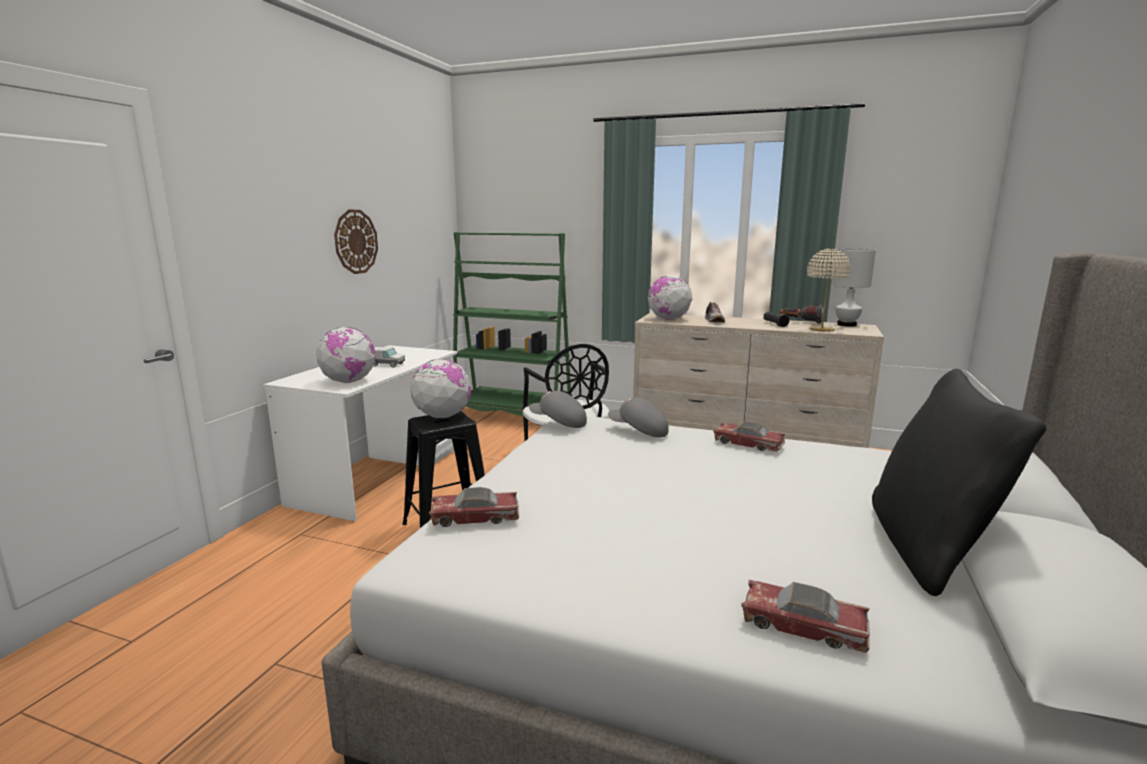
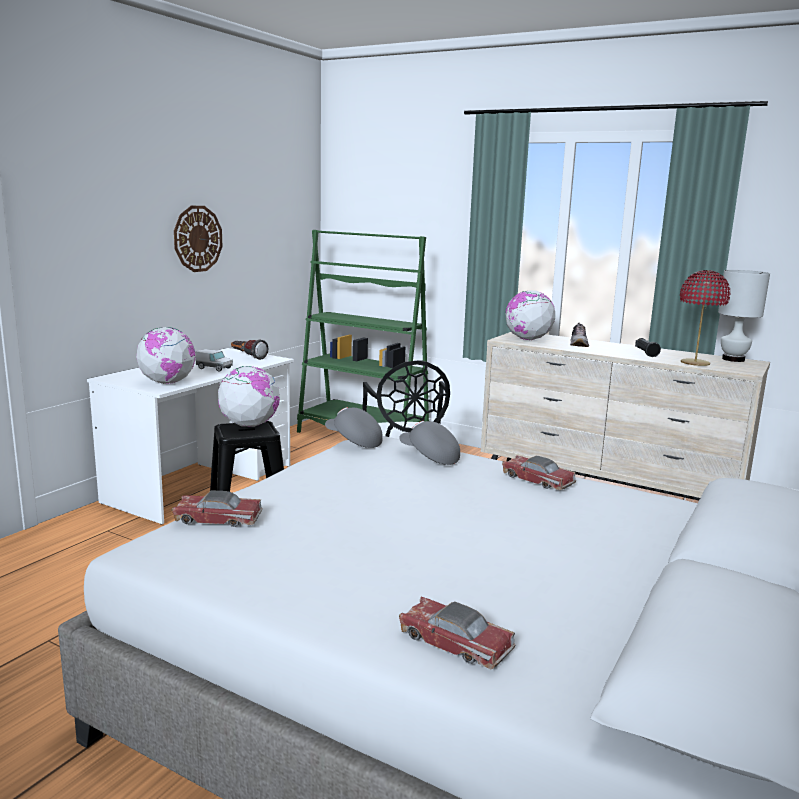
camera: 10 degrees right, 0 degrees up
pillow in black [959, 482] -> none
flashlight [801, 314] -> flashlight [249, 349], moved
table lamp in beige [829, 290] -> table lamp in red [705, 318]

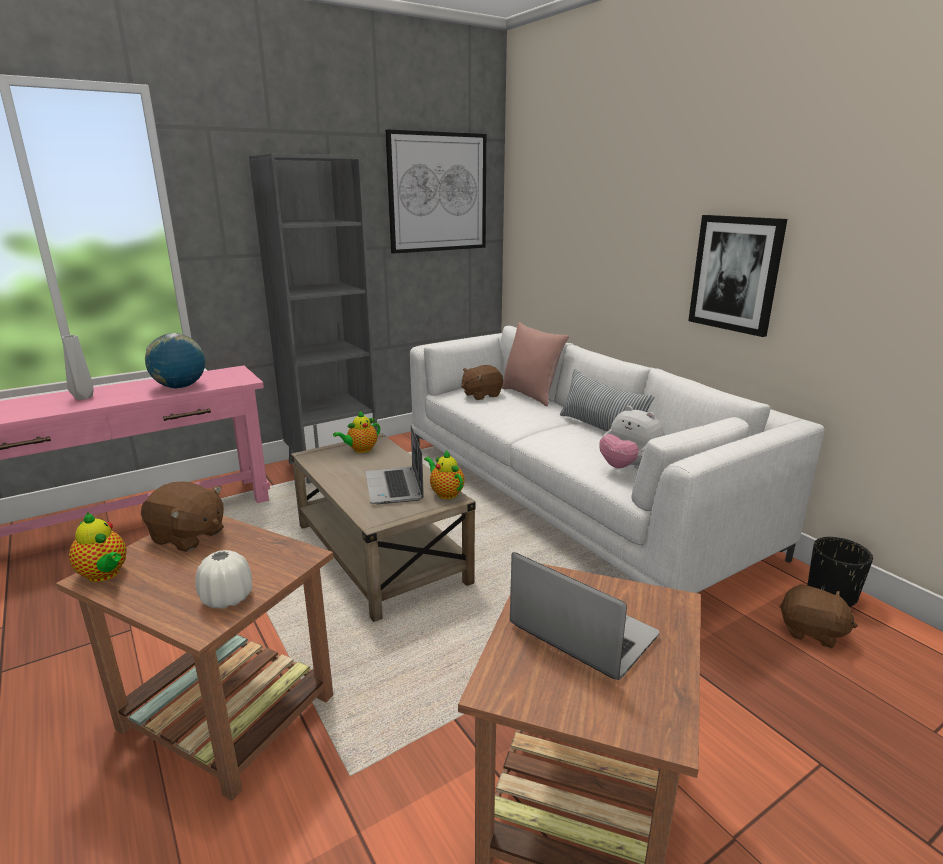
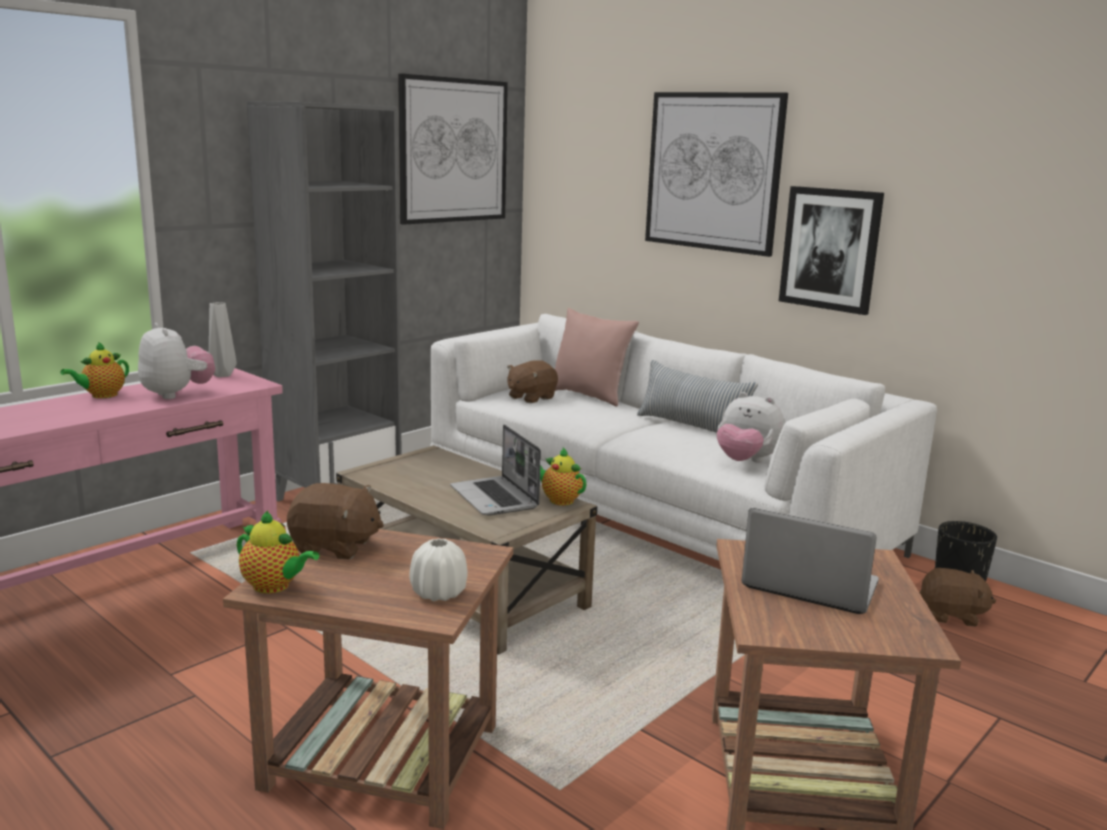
camera: 15 degrees left, 5 degrees down
none -> picture [716, 174]
vase in grey [78, 367] -> vase in grey [223, 339], moved
teapot [356, 432] -> teapot [94, 370], moved
globe [175, 360] -> plush toy [177, 361]

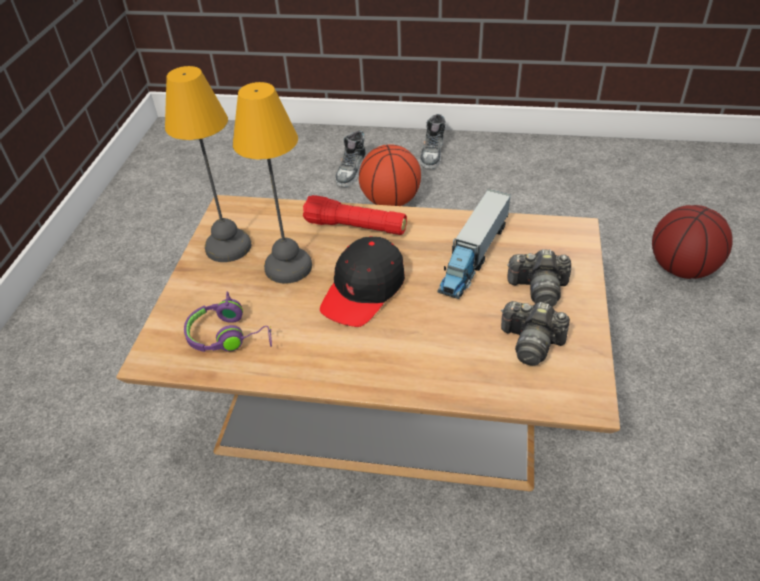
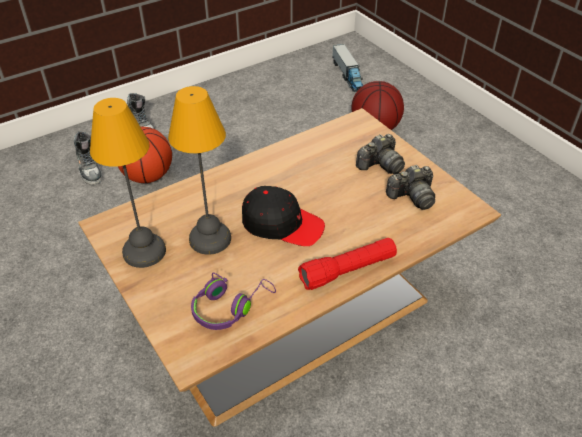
camera: 45 degrees left, 0 degrees up
flashlight in red [355, 215] -> flashlight in red [347, 264], moved
toy truck [474, 244] -> toy truck [347, 68], moved
cap in black [362, 281] -> cap in black [283, 216], 60 degrees counterclockwise

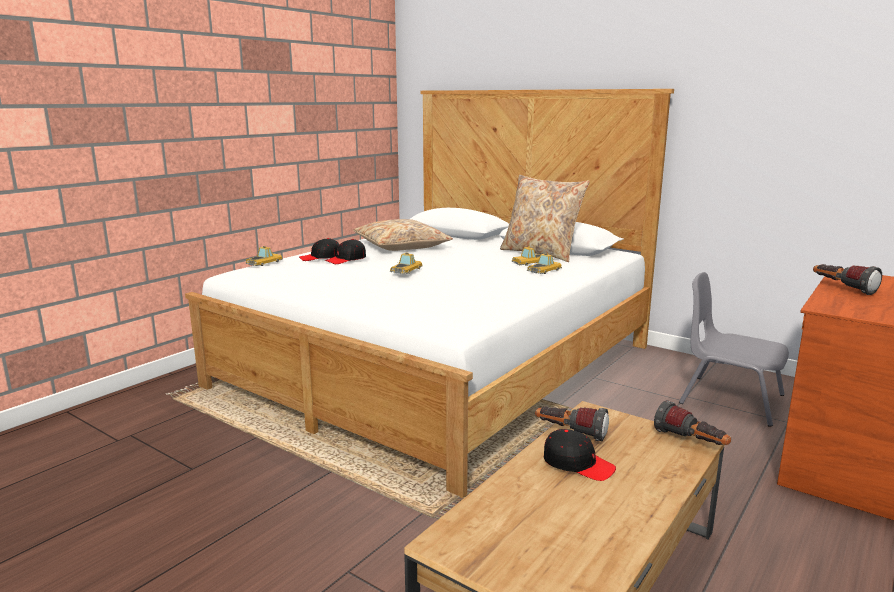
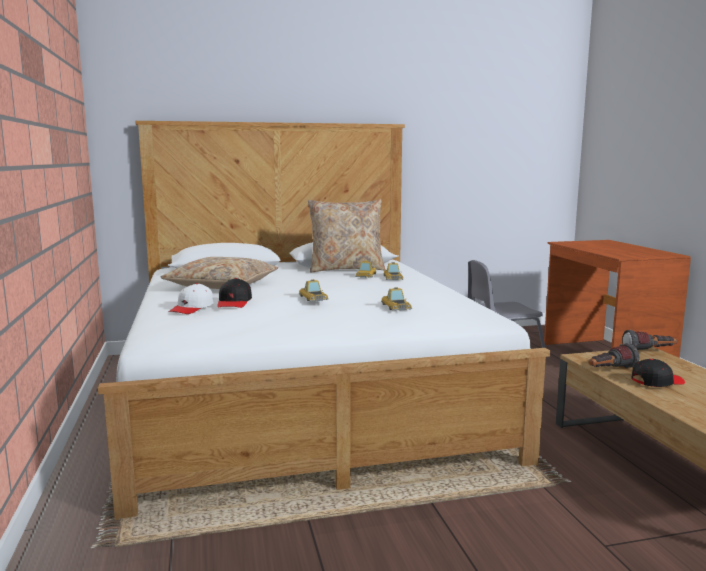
camera: 50 degrees left, 5 degrees down
flashlight [847, 279] -> none
toy car [264, 256] -> toy car [396, 299], moved
cap in black [319, 249] -> cap in white [191, 298]

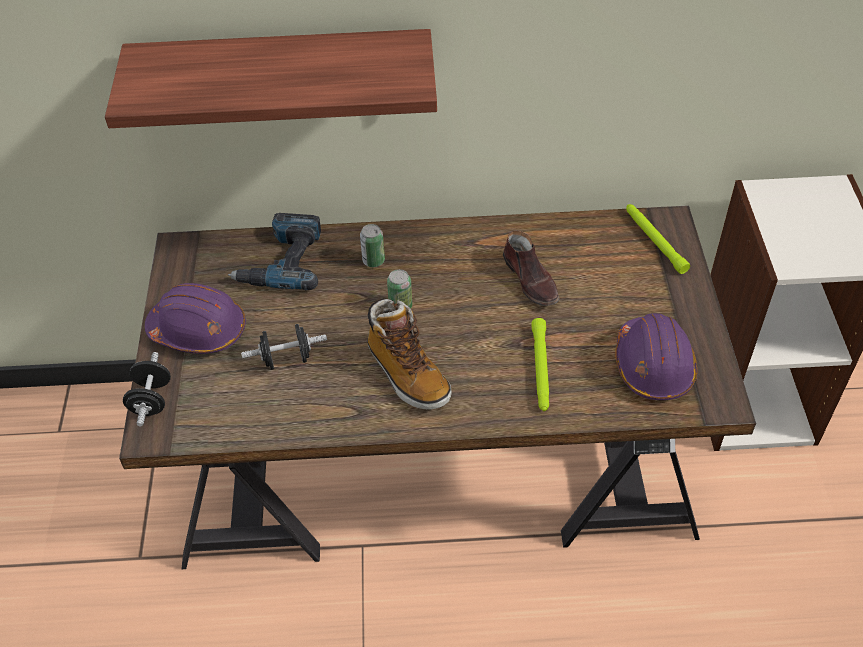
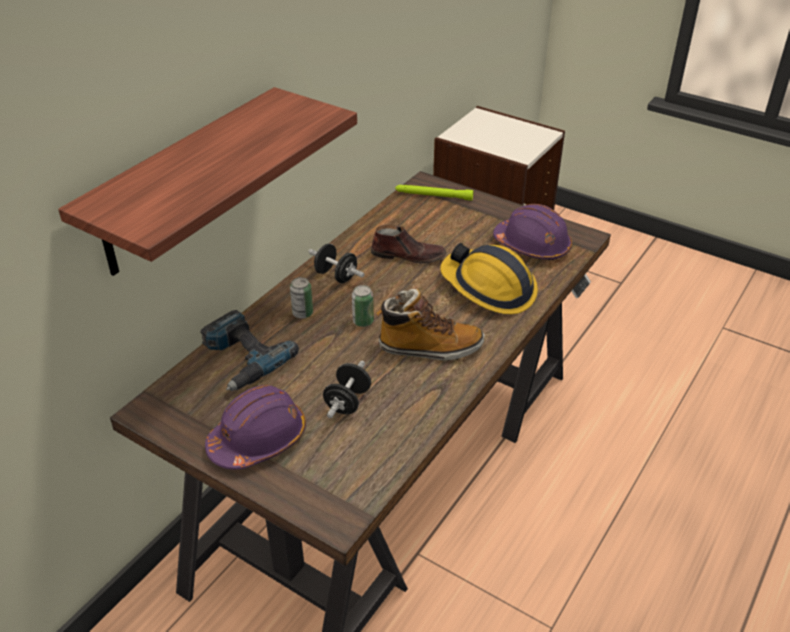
camera: 55 degrees left, 10 degrees down
dumbbell in black [147, 389] -> dumbbell in black [336, 263], moved
flashlight in green [540, 364] -> hard hat [489, 278]

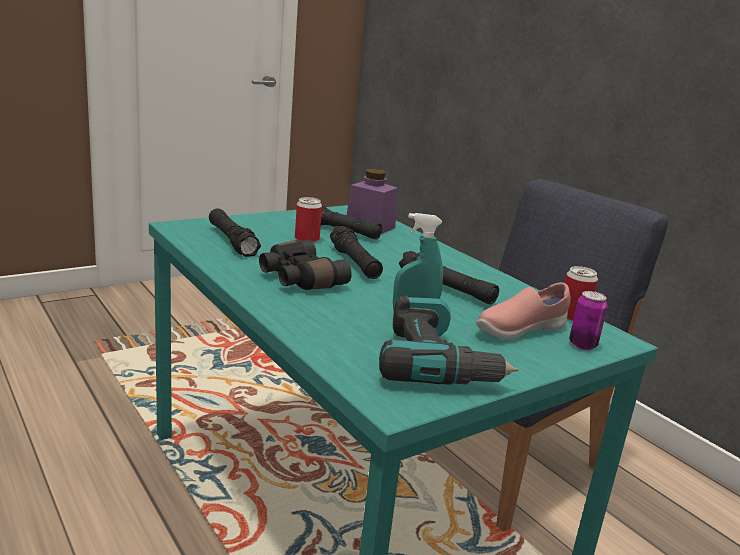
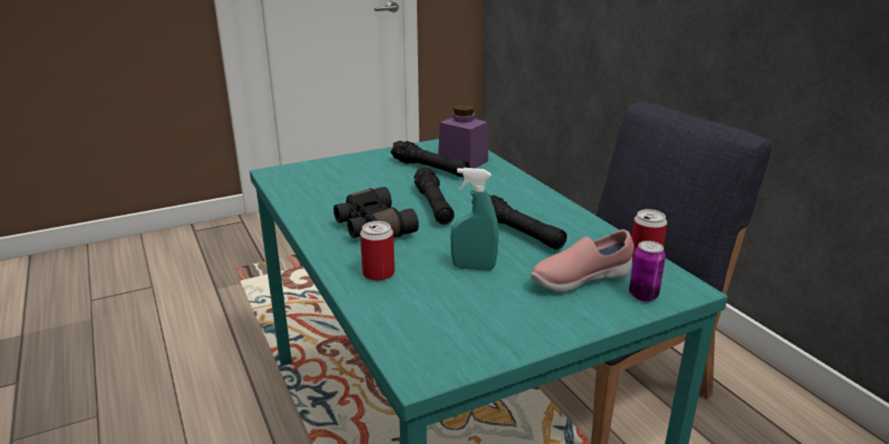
camera: 10 degrees right, 5 degrees up
flashlight in black [235, 232] -> none
power drill [448, 340] -> none
can [308, 220] -> can [377, 251], moved

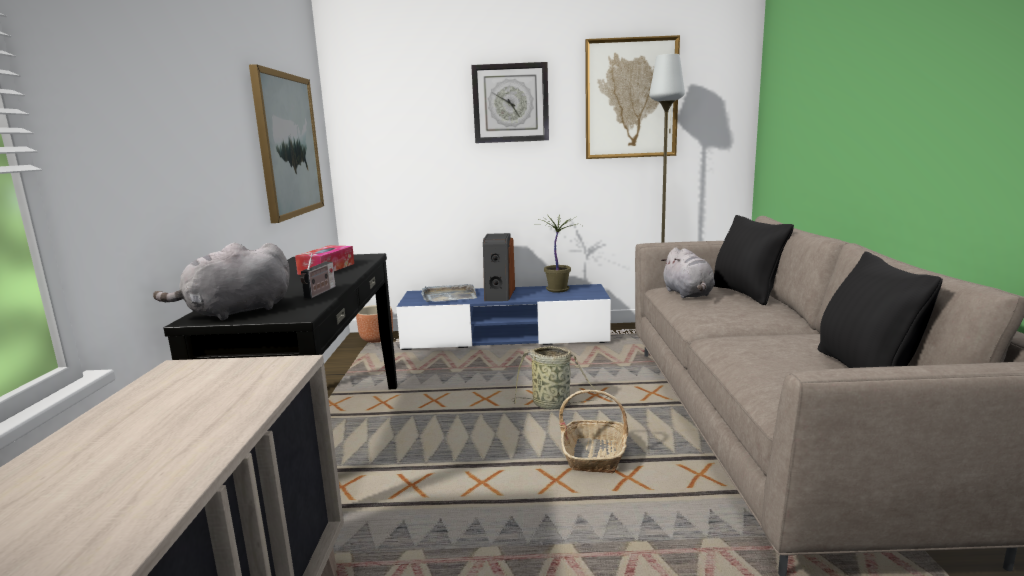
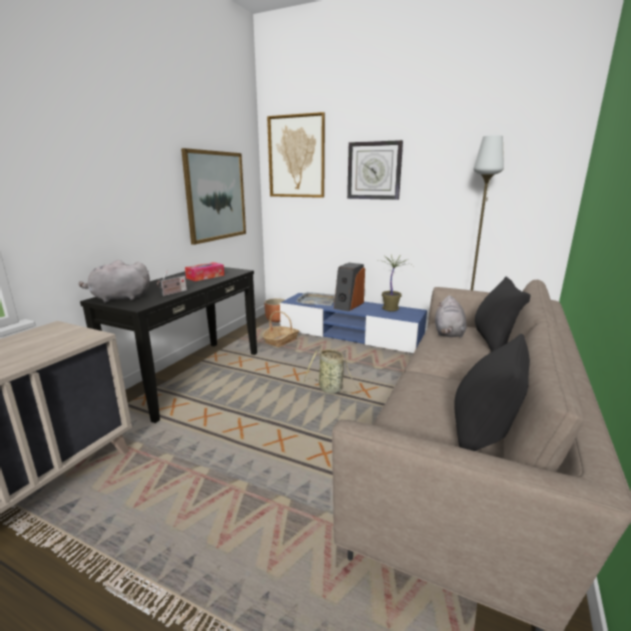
camera: 25 degrees right, 5 degrees up
basket [593, 431] -> basket [280, 329], moved
picture [632, 97] -> picture [296, 155], moved

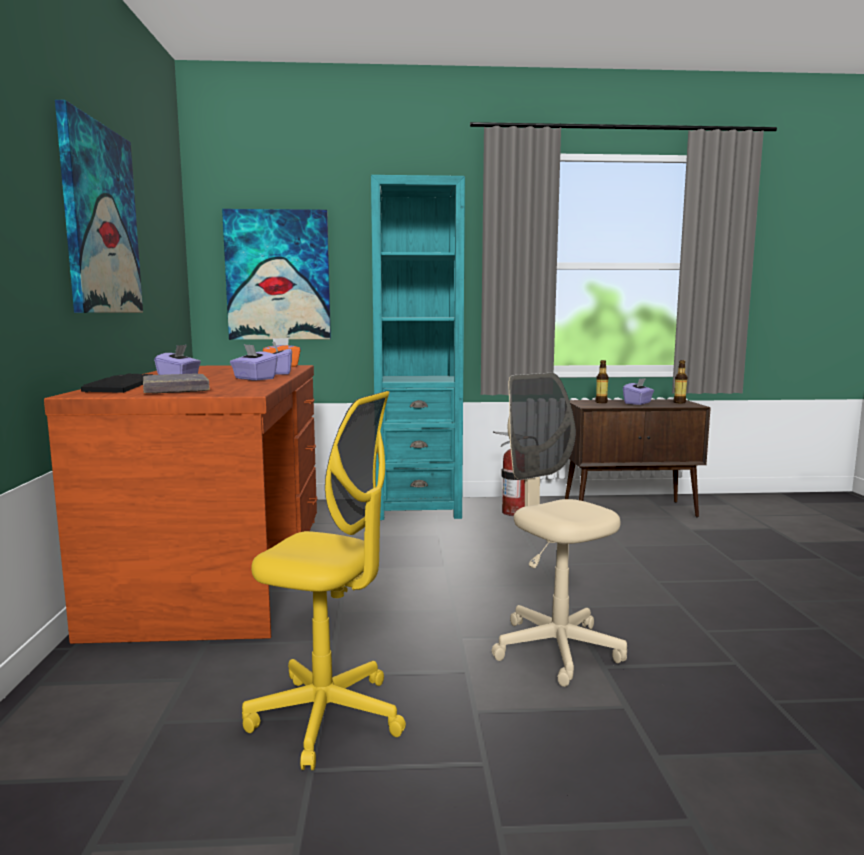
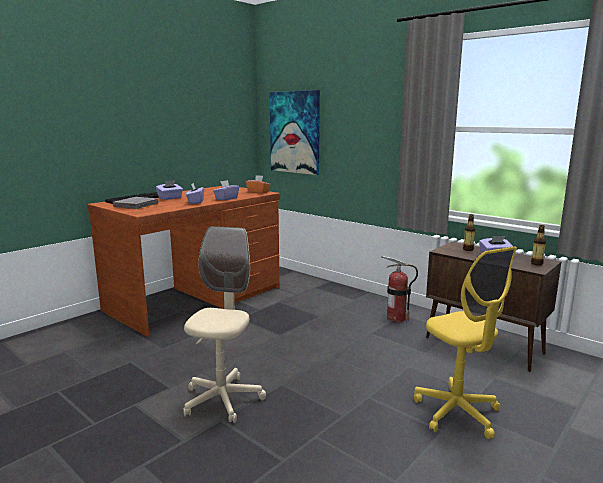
camera: 45 degrees right, 5 degrees up
picture [99, 206] -> none
bookcase in turquoise [418, 347] -> none
office chair in yellow [324, 580] -> office chair in yellow [465, 342], moved

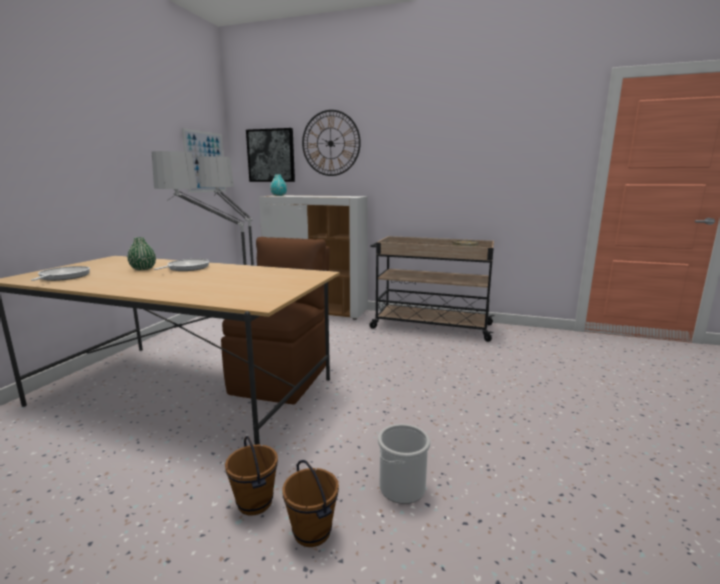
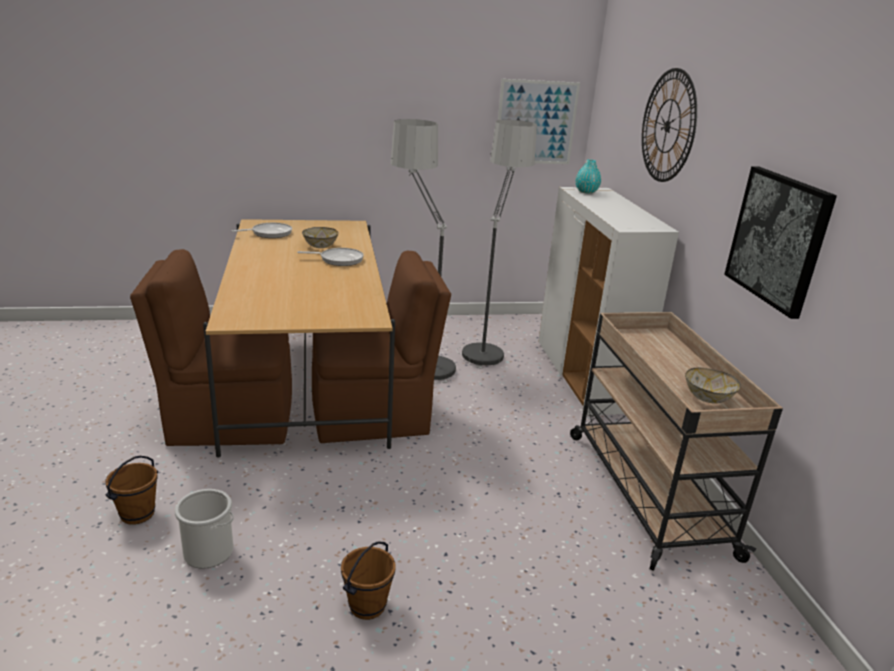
camera: 60 degrees right, 10 degrees up
none -> chair in brown [211, 347]
bucket in brown [251, 476] -> bucket in brown [368, 581], moved
picture [270, 155] -> picture [780, 242], moved
vase in green [141, 253] -> bowl [320, 237]

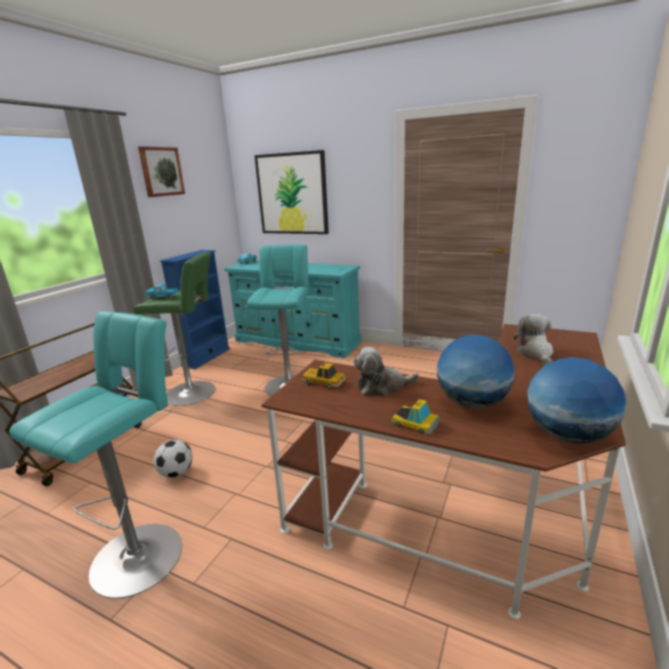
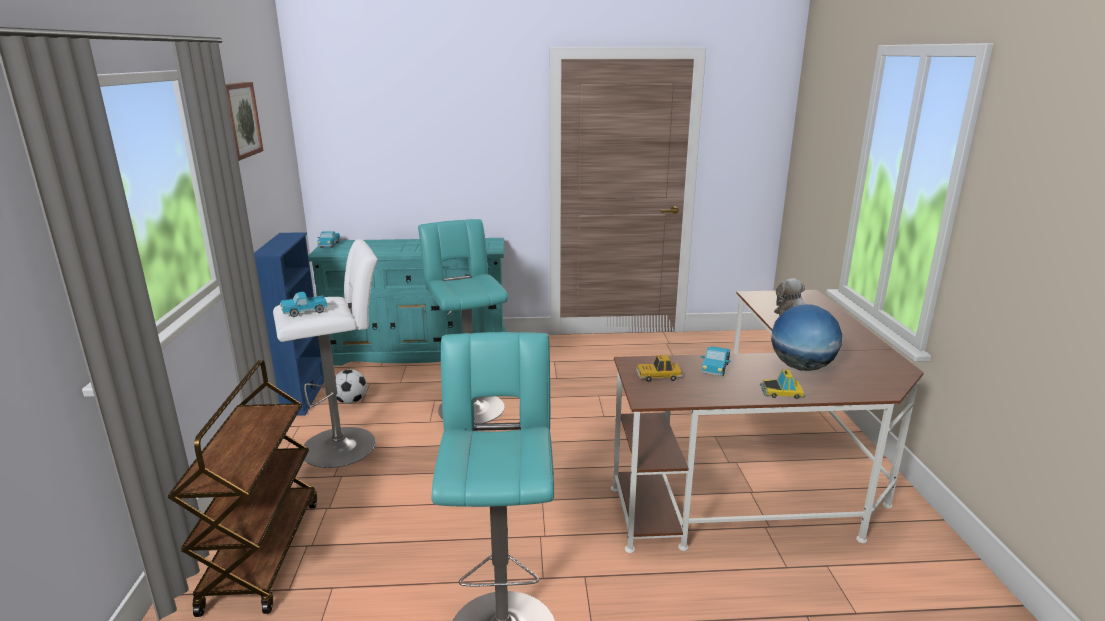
camera: 30 degrees left, 0 degrees up
picture [291, 192] -> none
globe [576, 400] -> none
football [173, 459] -> football [351, 386], moved
plush toy [386, 371] -> toy truck [715, 361]
stool in green [174, 329] -> stool in white [325, 353]

